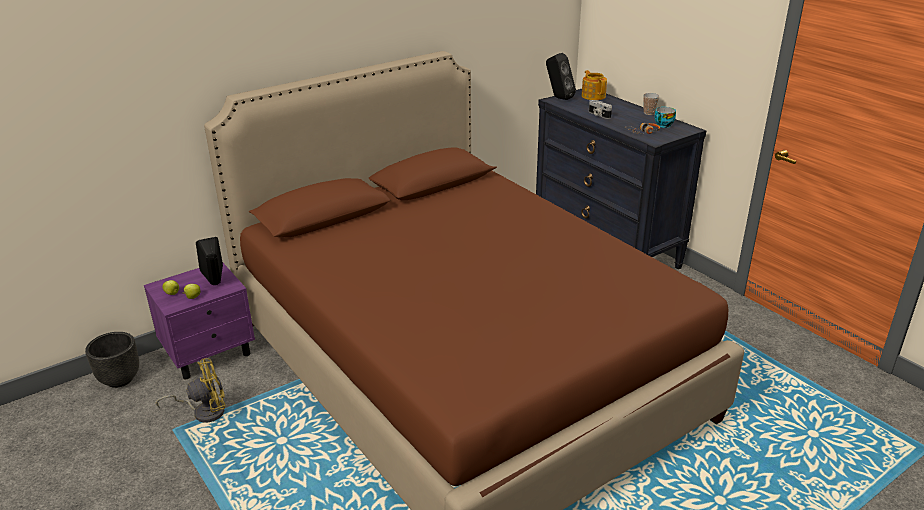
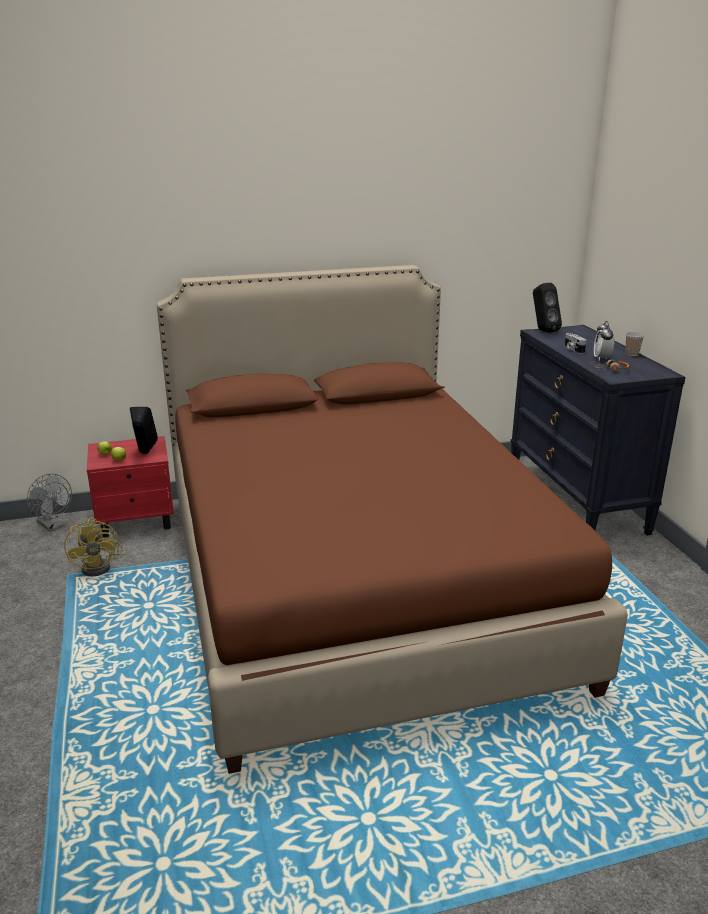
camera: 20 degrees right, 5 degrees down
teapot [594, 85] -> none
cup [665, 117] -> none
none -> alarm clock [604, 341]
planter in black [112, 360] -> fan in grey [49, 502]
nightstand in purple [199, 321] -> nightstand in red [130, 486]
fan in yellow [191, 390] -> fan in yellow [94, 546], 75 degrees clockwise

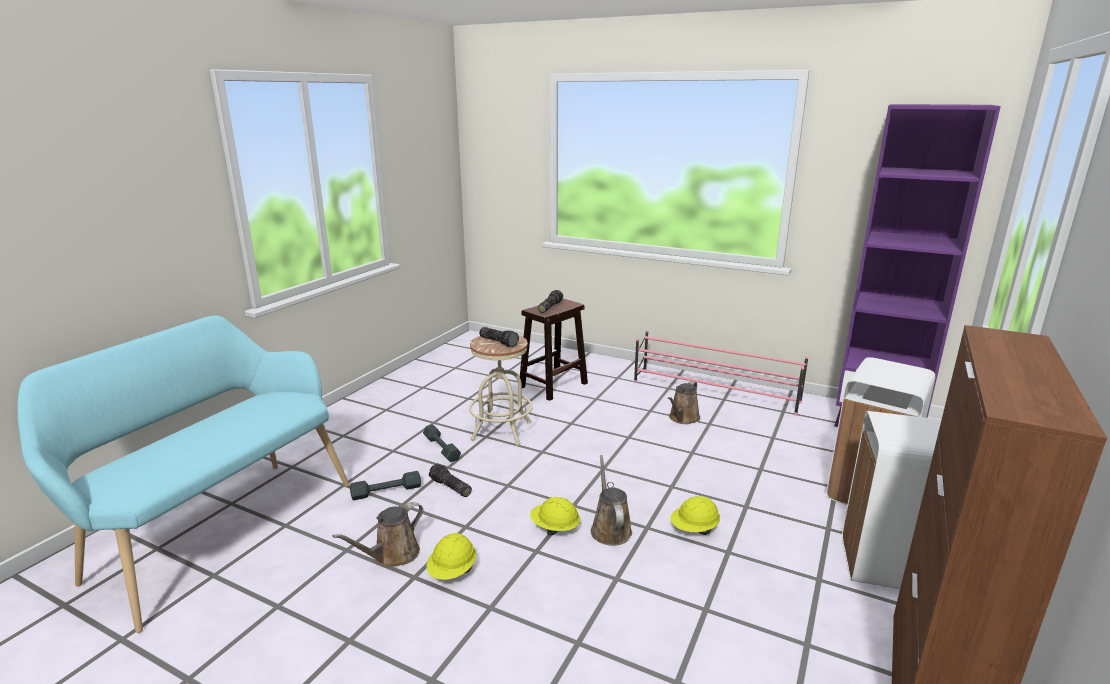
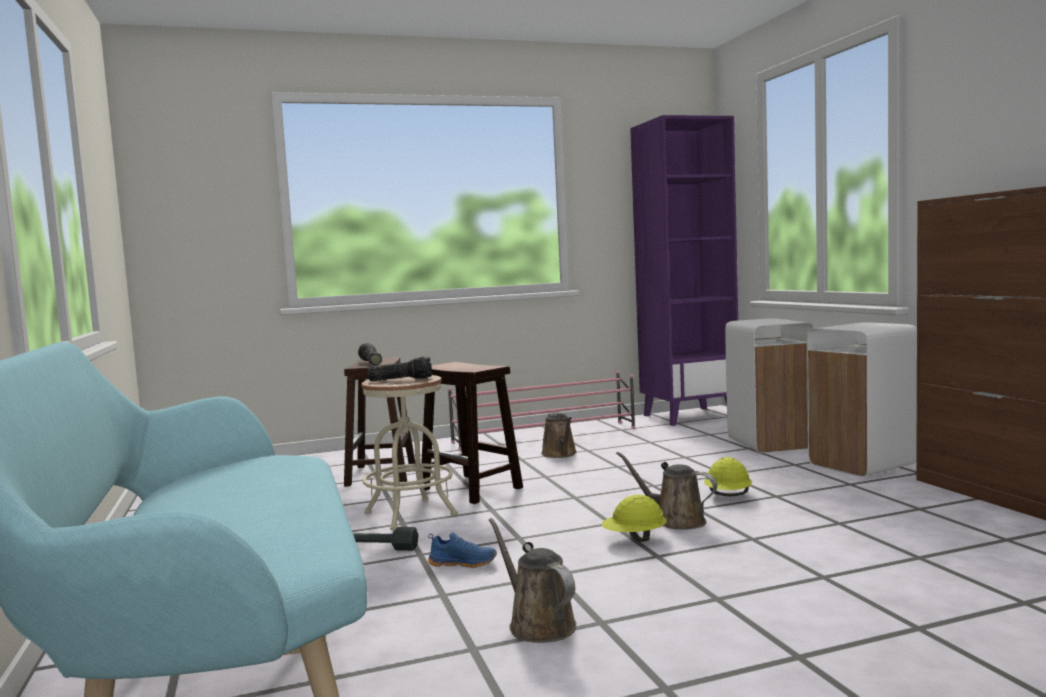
camera: 45 degrees left, 15 degrees down
dumbbell in grey [385, 485] -> none
hard hat in yellow [451, 556] -> none
none -> stool in brown [472, 433]
flashlight [450, 480] -> shoe in blue [462, 550]
watering can in brown [377, 534] -> watering can in brown [532, 580], 150 degrees clockwise

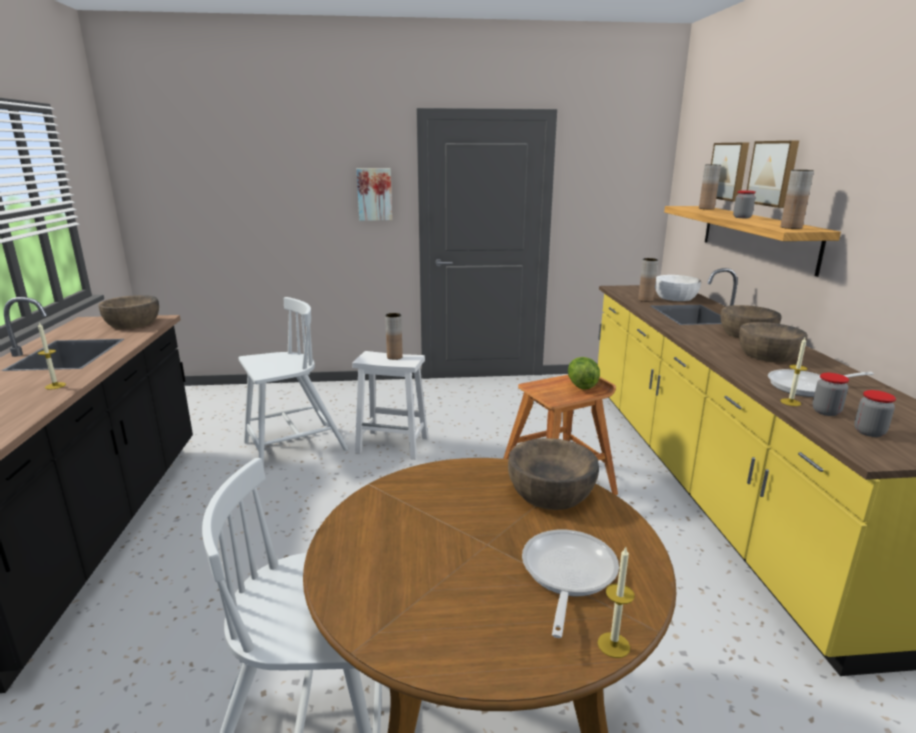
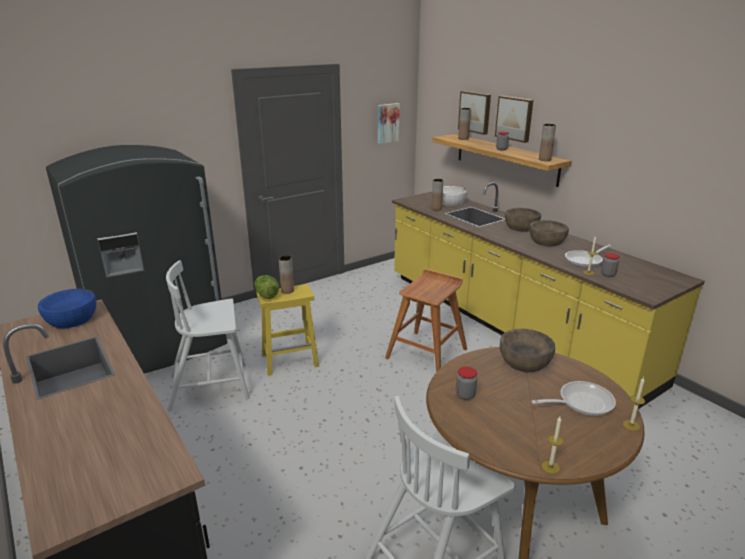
camera: 30 degrees left, 5 degrees up
none -> fridge in grey [136, 259]
candle [52, 356] -> candle [553, 445], moved
picture [374, 194] -> picture [389, 123], moved
lettuce [584, 373] -> lettuce [266, 287], moved
jar [875, 413] -> jar [466, 383], moved
bowl in brown [128, 312] -> bowl in blue [67, 308]
stool in white [390, 405] -> stool in yellow [288, 330]
chair in white [293, 382] -> chair in white [208, 336], 135 degrees counterclockwise
frying pan [570, 584] -> frying pan [573, 398], 90 degrees clockwise

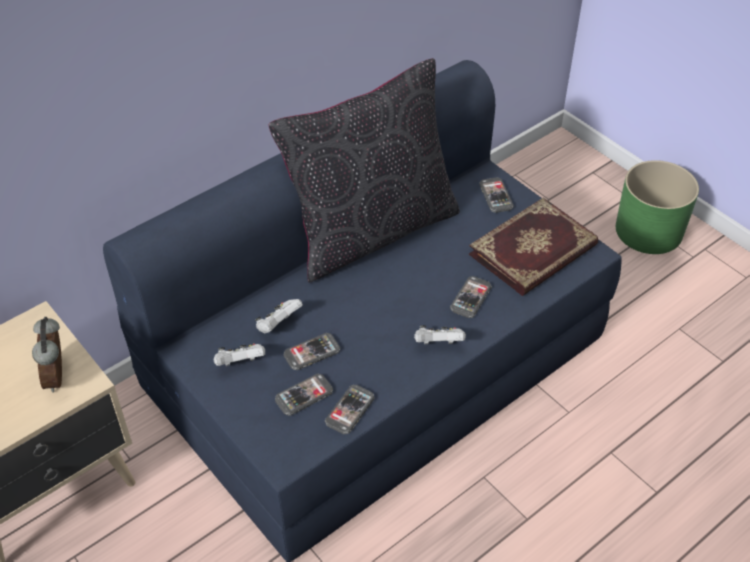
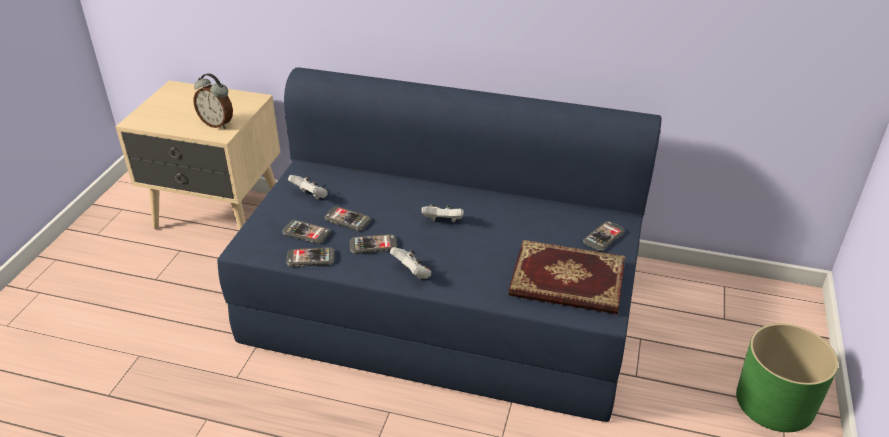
camera: 55 degrees right, 10 degrees down
pillow in black [364, 170] -> none
game controller in white [279, 316] -> game controller in white [442, 213], moved
phone [471, 297] -> phone [373, 244], moved
alarm clock [47, 355] -> alarm clock [213, 101], 105 degrees counterclockwise

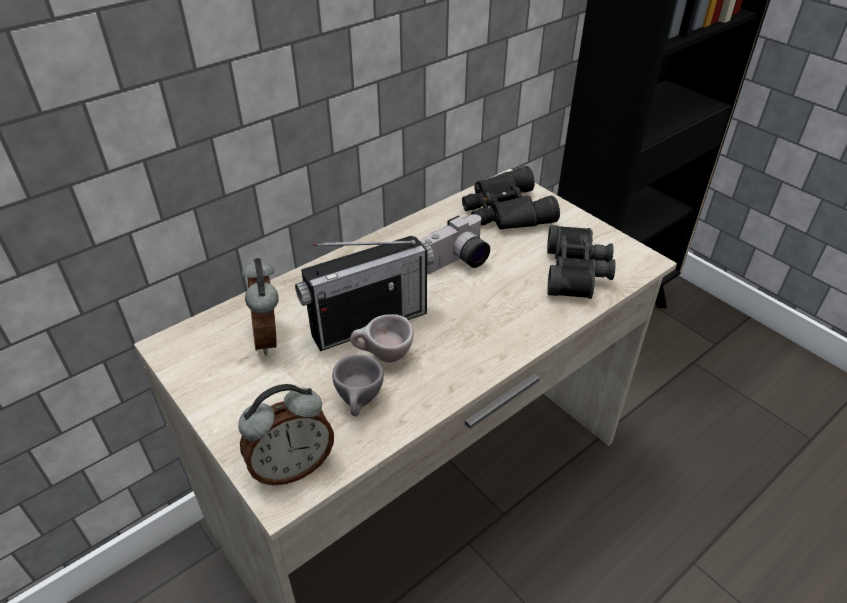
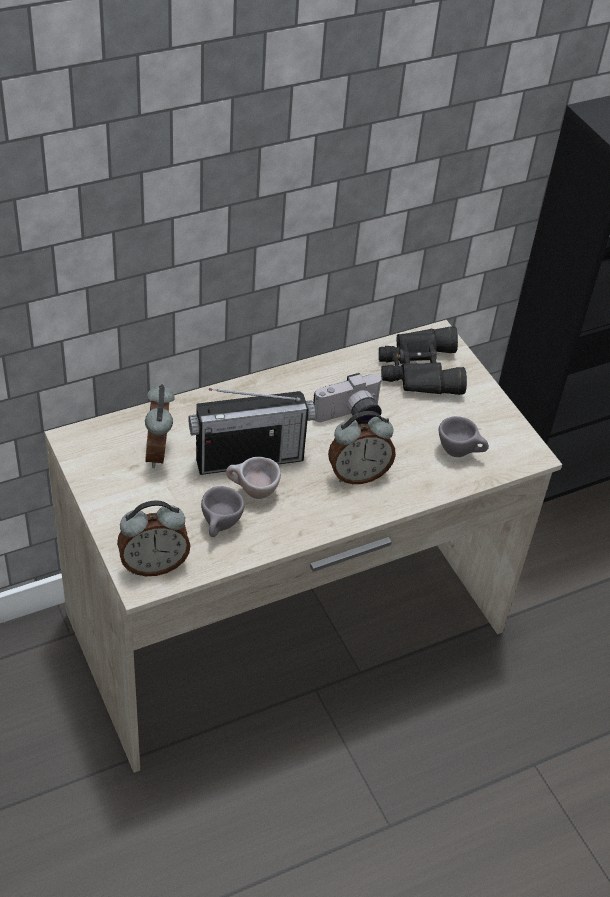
camera: 10 degrees right, 5 degrees up
none -> alarm clock [362, 447]
binoculars in black [581, 262] -> cup in grey [464, 436]

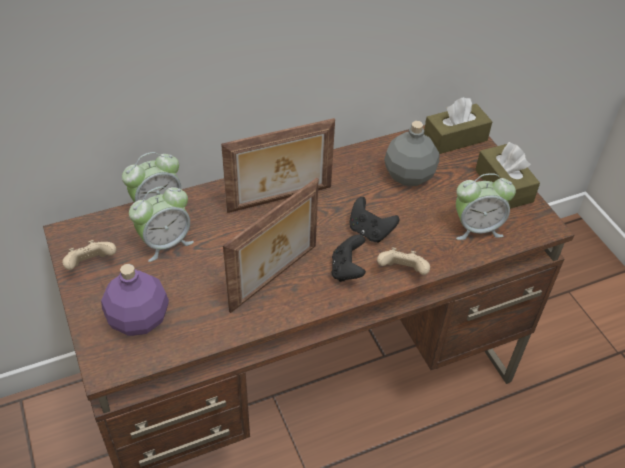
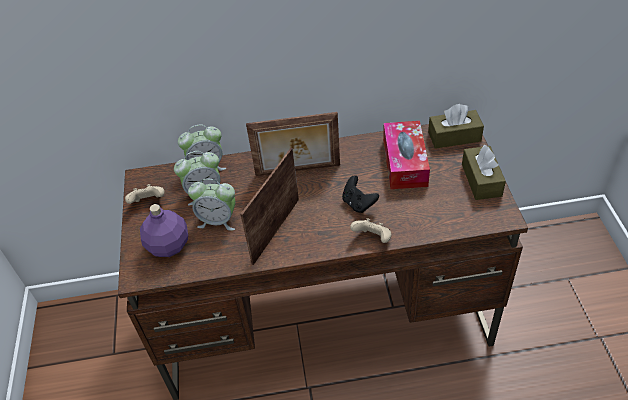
camera: 20 degrees right, 0 degrees up
game controller in black [349, 258] -> none
alarm clock [486, 206] -> alarm clock [211, 205], moved
bottle in grey [411, 153] -> tissue box [406, 155]
picture frame [271, 245] -> picture frame [270, 206], 150 degrees clockwise

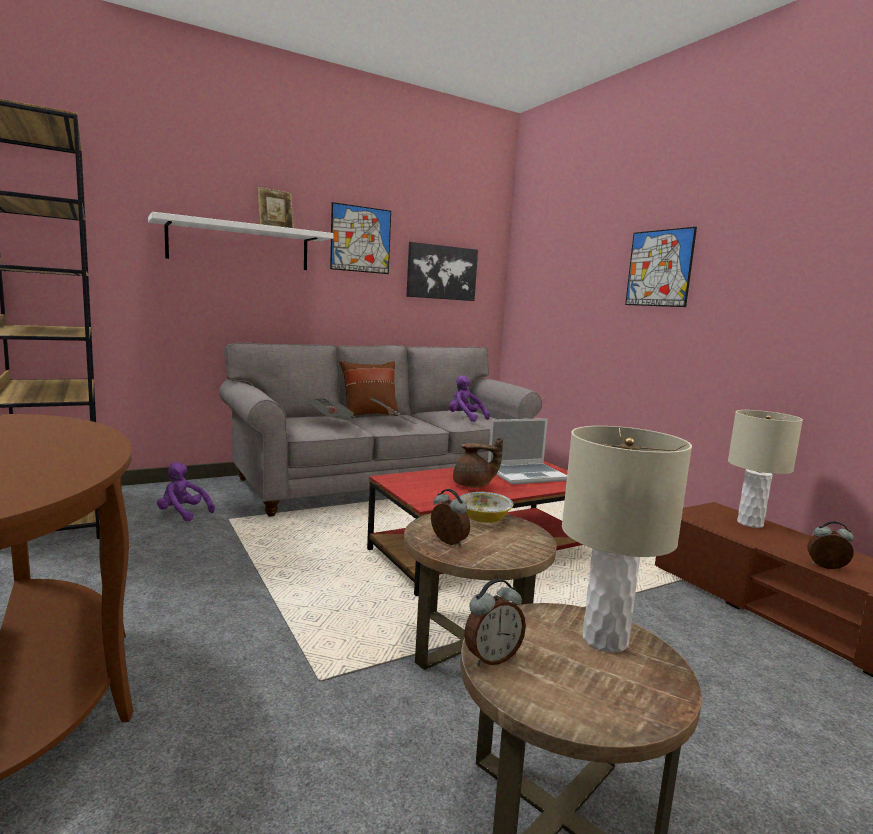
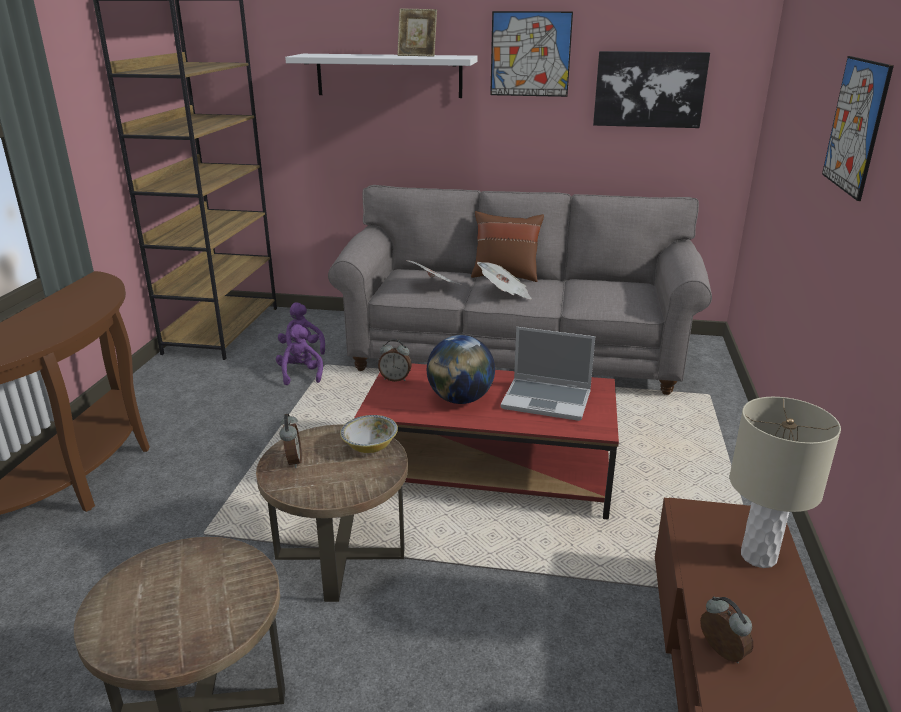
camera: 40 degrees right, 15 degrees up
table lamp in beige [627, 539] -> none
plush toy in purple [469, 398] -> plush toy in purple [299, 354], moved
alarm clock [495, 622] -> alarm clock [395, 360], moved
teapot in brown [478, 462] -> globe [461, 369]

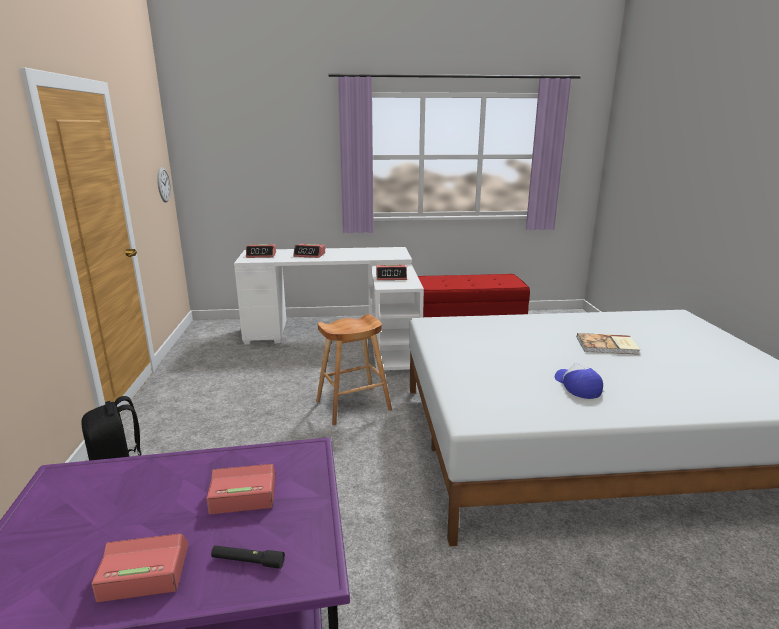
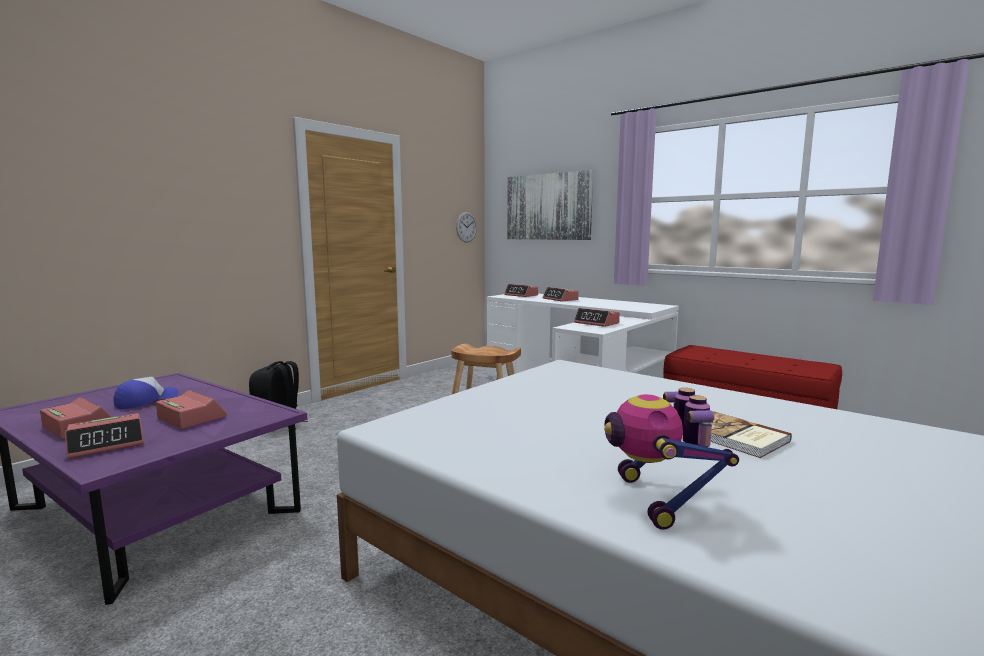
camera: 45 degrees right, 10 degrees down
none -> picture [550, 205]
none -> toy robot [671, 459]
cap [579, 381] -> cap [146, 393], moved
flashlight in black [248, 557] -> alarm clock [104, 436]

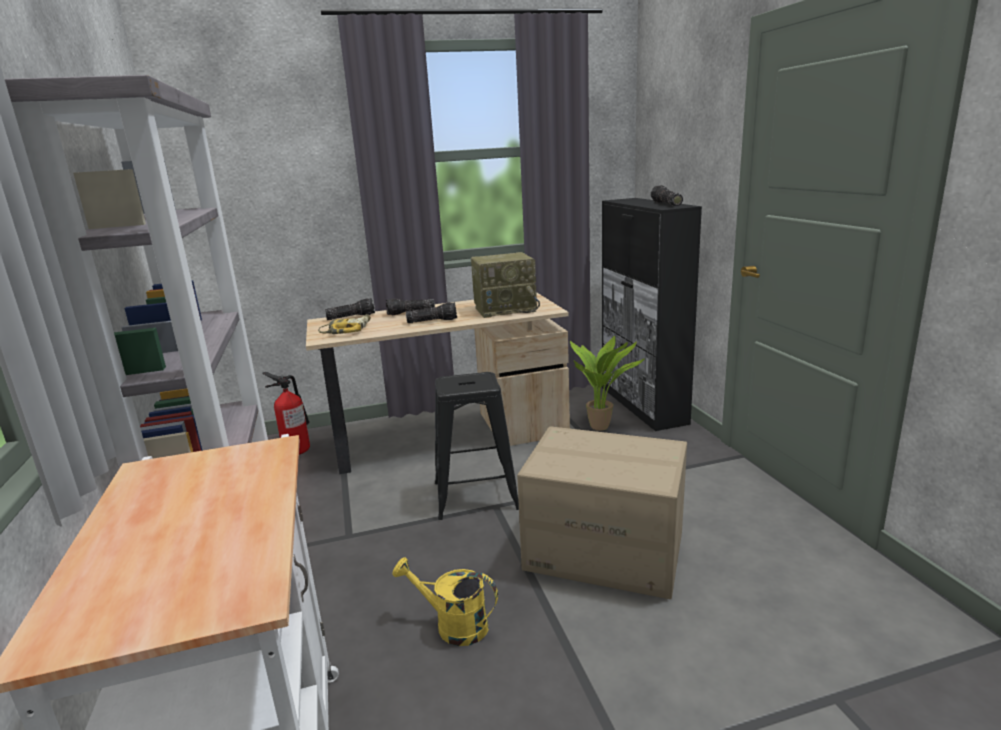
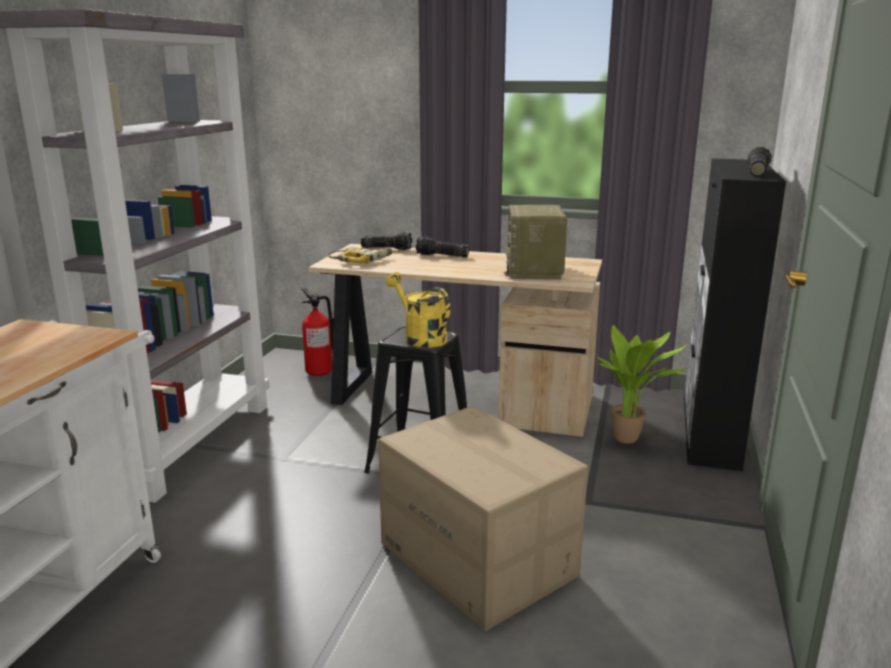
camera: 30 degrees right, 0 degrees up
flashlight [431, 312] -> none
watering can in yellow [445, 601] -> watering can in yellow [418, 310], moved
radio [505, 285] -> radio [535, 242], 75 degrees clockwise

